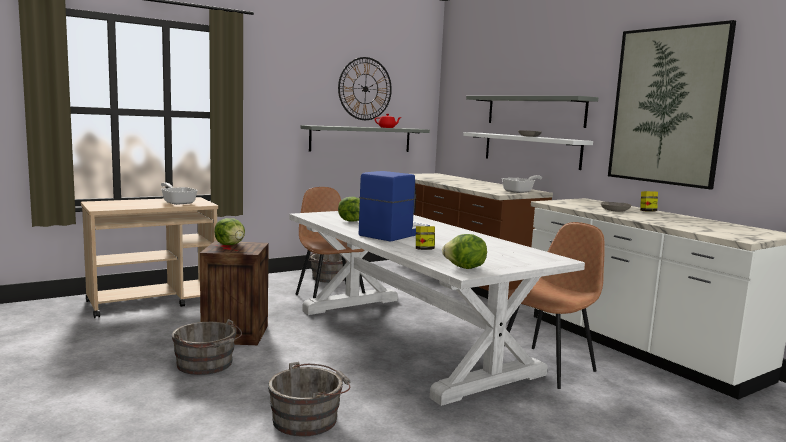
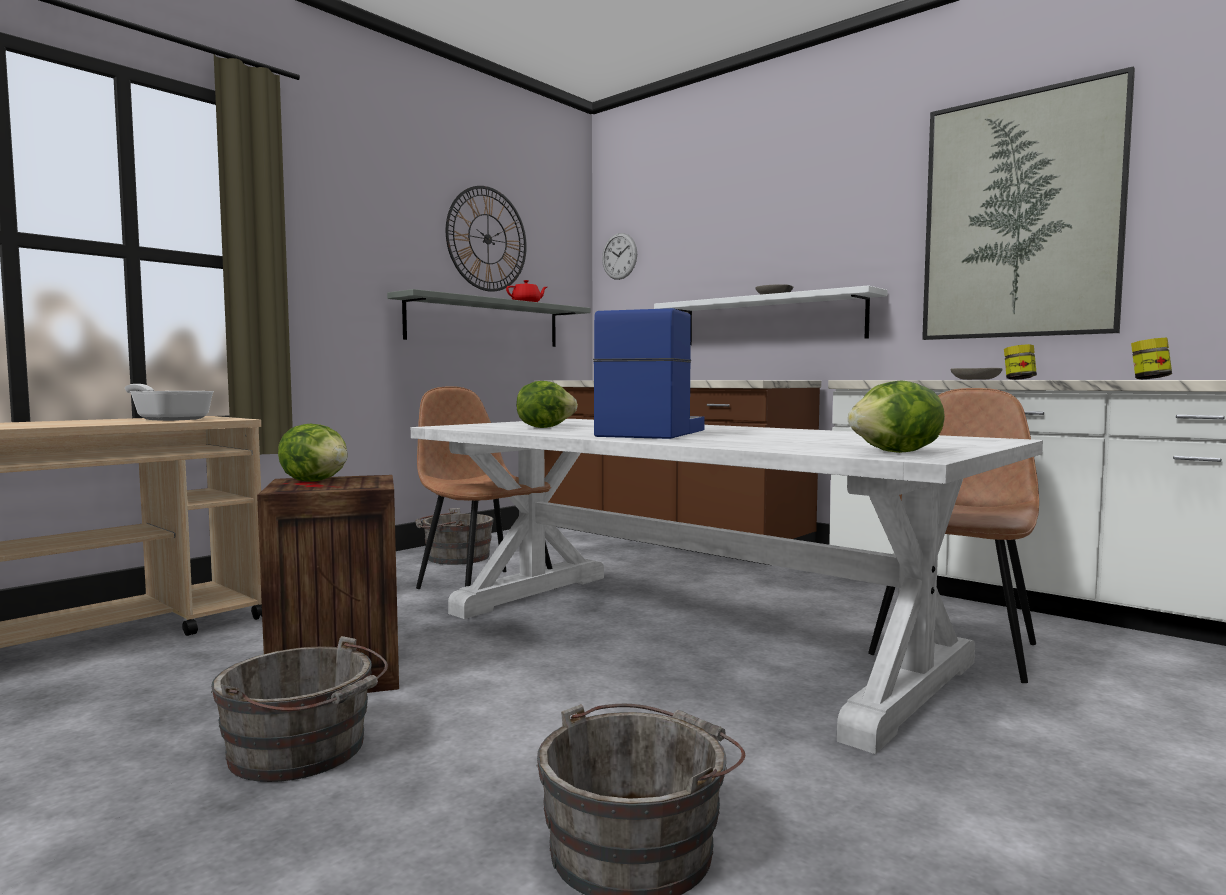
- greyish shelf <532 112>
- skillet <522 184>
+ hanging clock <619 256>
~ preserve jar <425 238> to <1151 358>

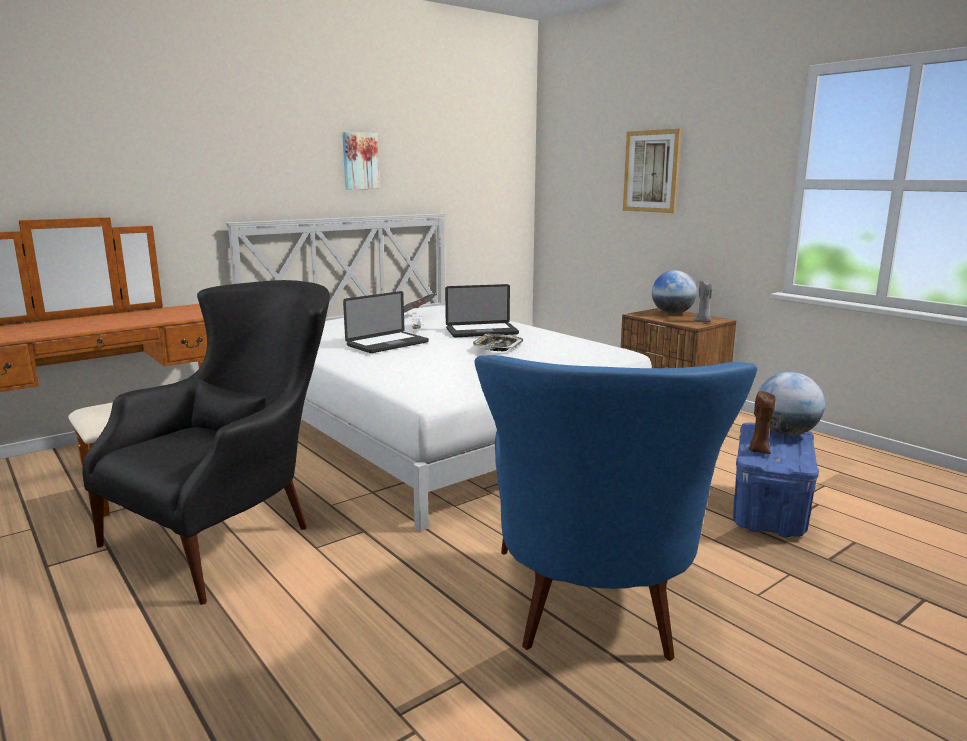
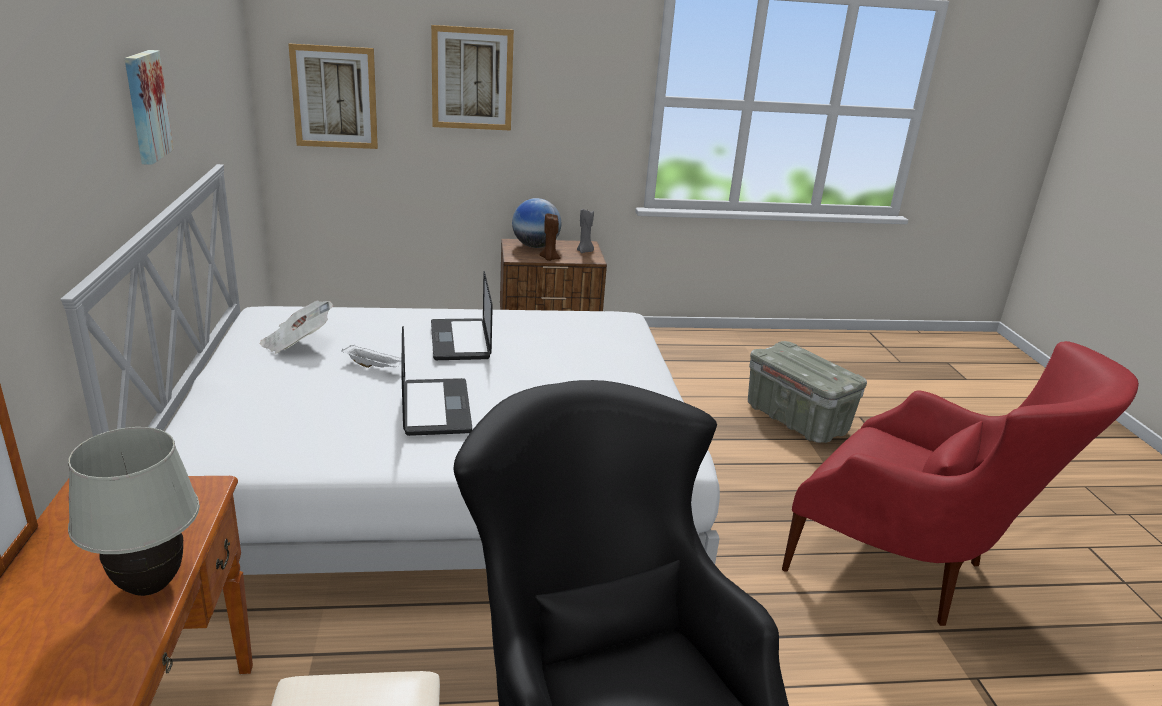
- tray <498 342>
- globe <791 403>
+ whitish lamp for a table <134 511>
+ picture <333 96>
~ brownish candle <762 422> to <550 237>
~ bluish armchair <615 508> to red armchair <960 483>
~ bluish storage container <776 480> to greyish storage container <807 392>
~ notebook computer <482 310> = <462 315> 150 degrees clockwise

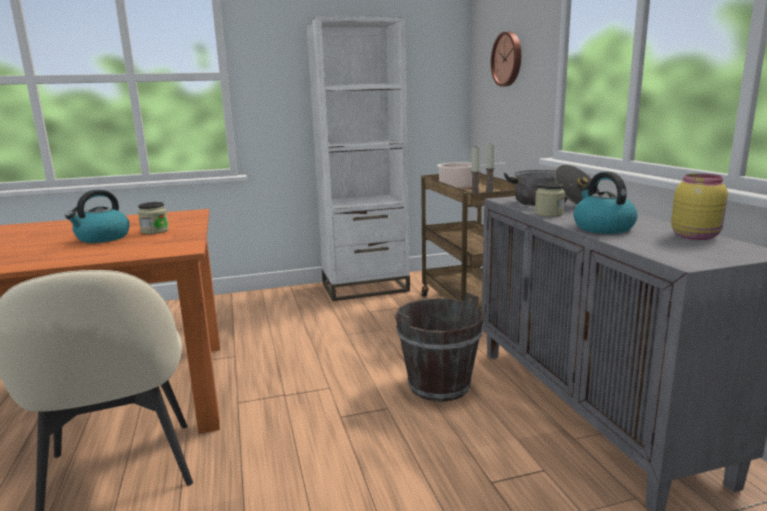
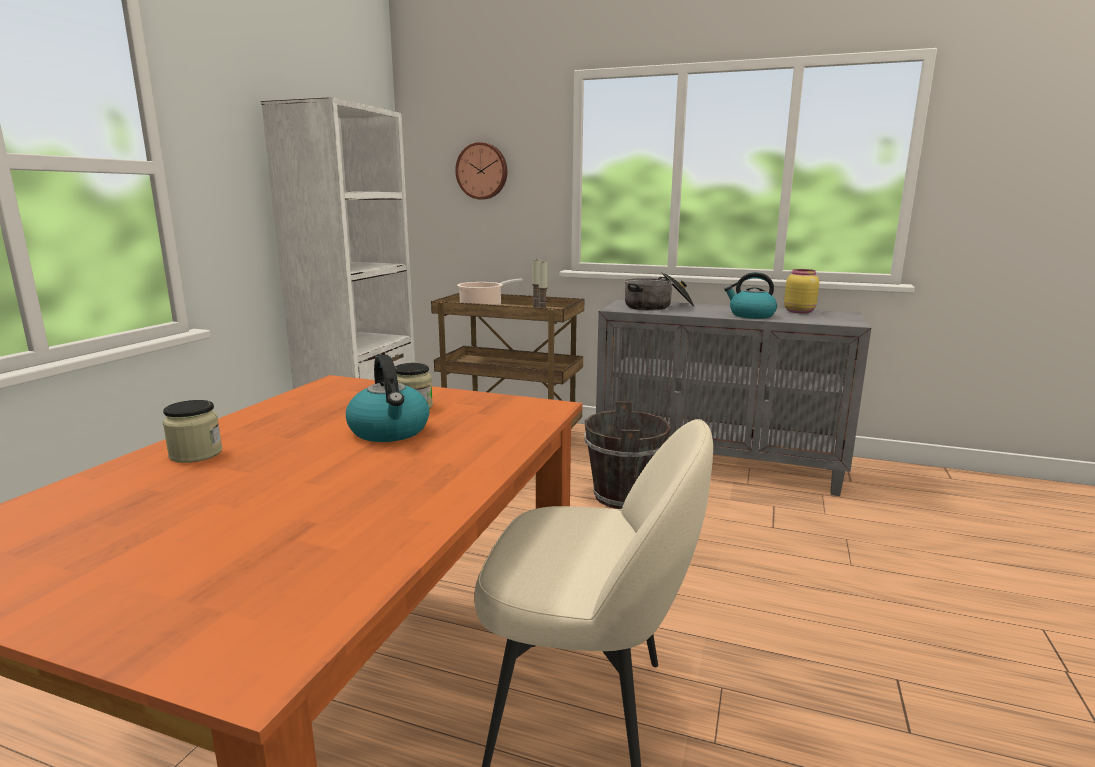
~ preserve jar <550 200> to <192 431>

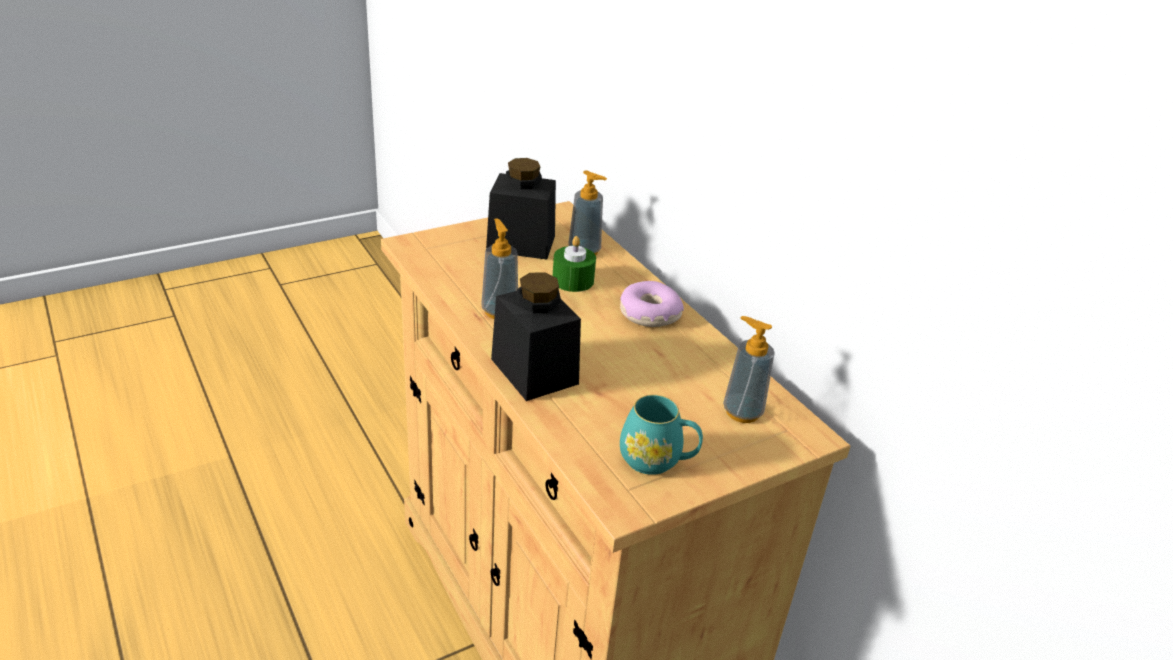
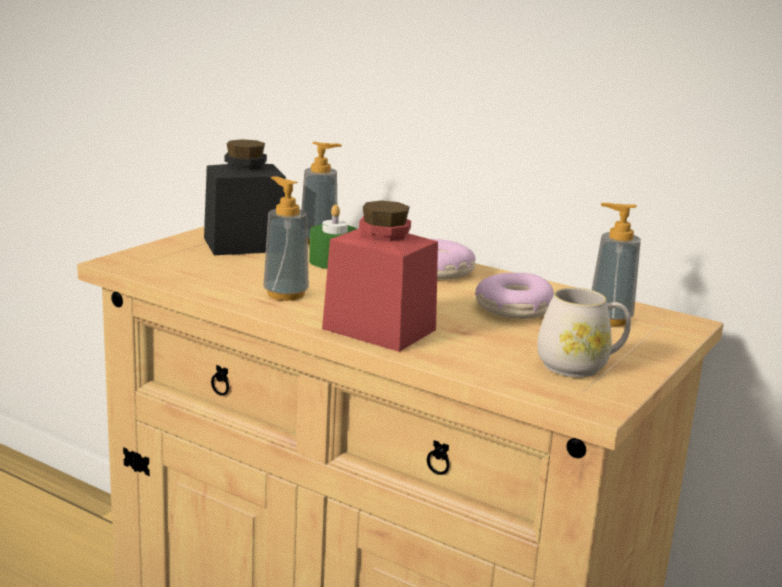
+ doughnut <514 296>
~ black-coloured preserve jar <536 336> to red preserve jar <380 276>
~ turquoise coffee mug <661 435> to whitish coffee mug <584 332>

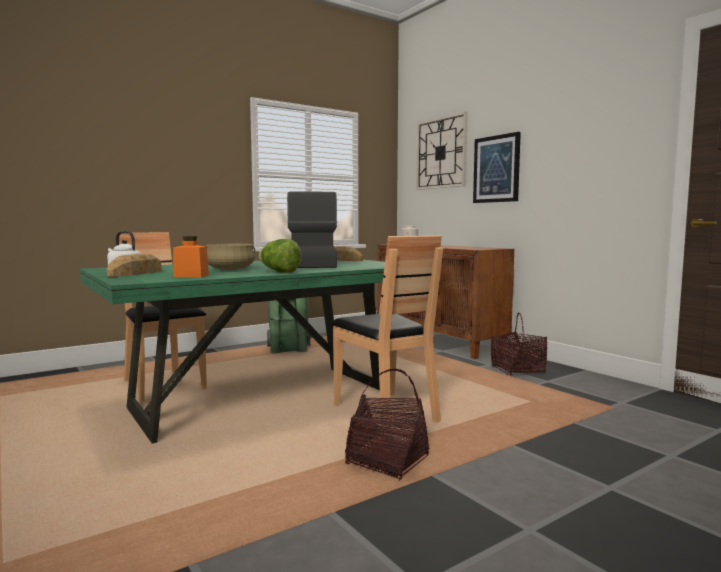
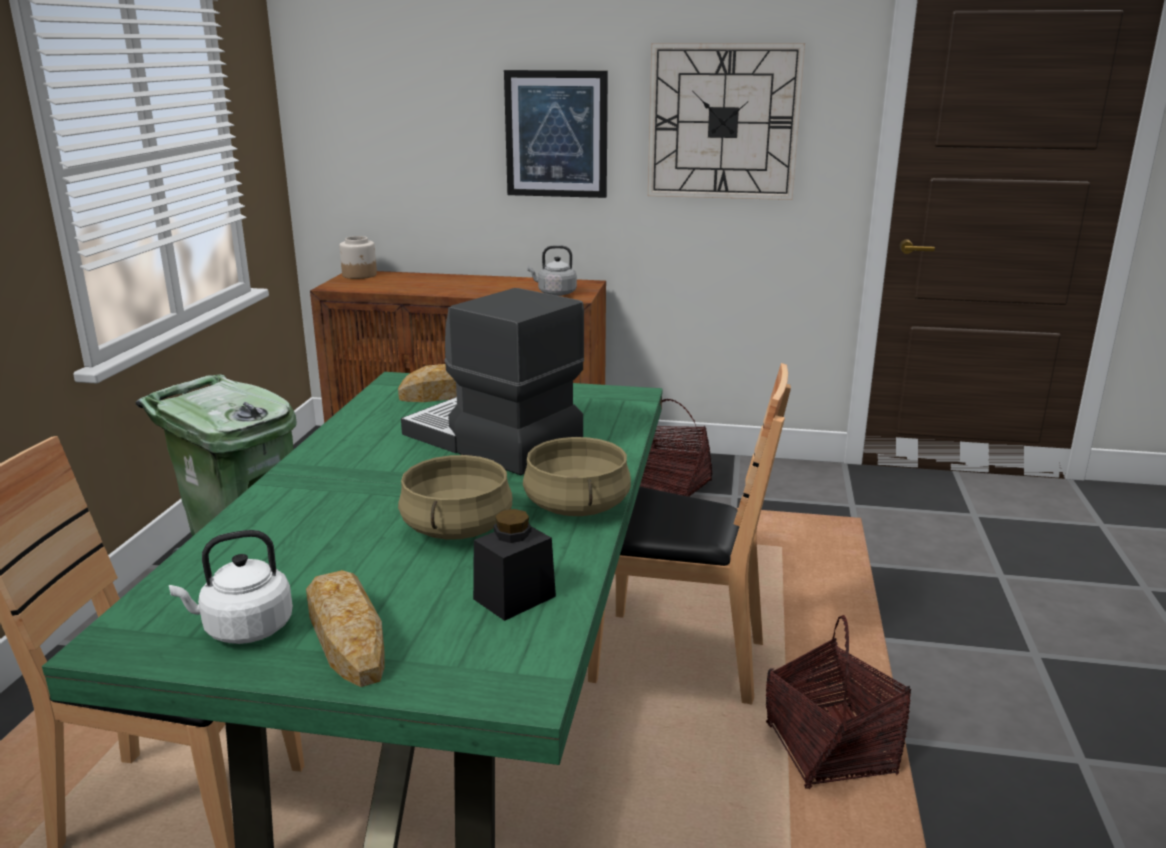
+ greyish kettle <552 270>
~ hanging clock <442 151> to <726 121>
~ head of lettuce <280 256> to beige cooking pot <577 476>
~ orange preserve jar <191 256> to black-coloured preserve jar <514 565>

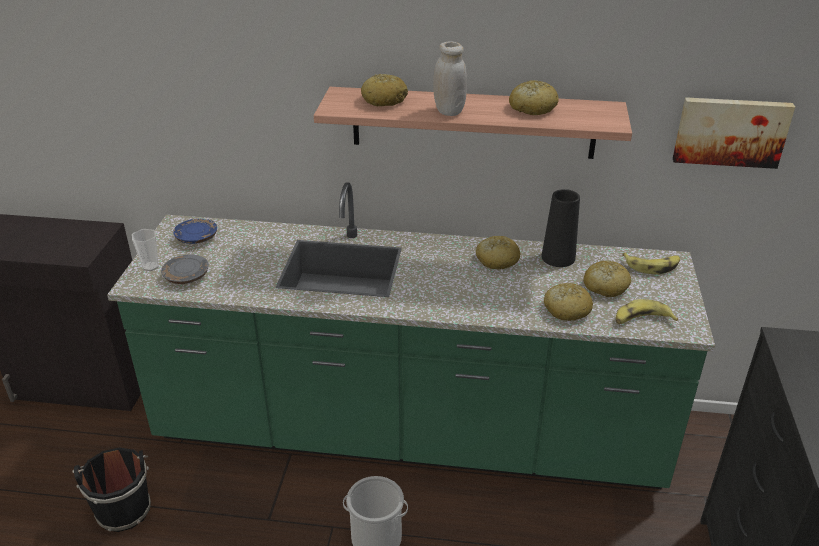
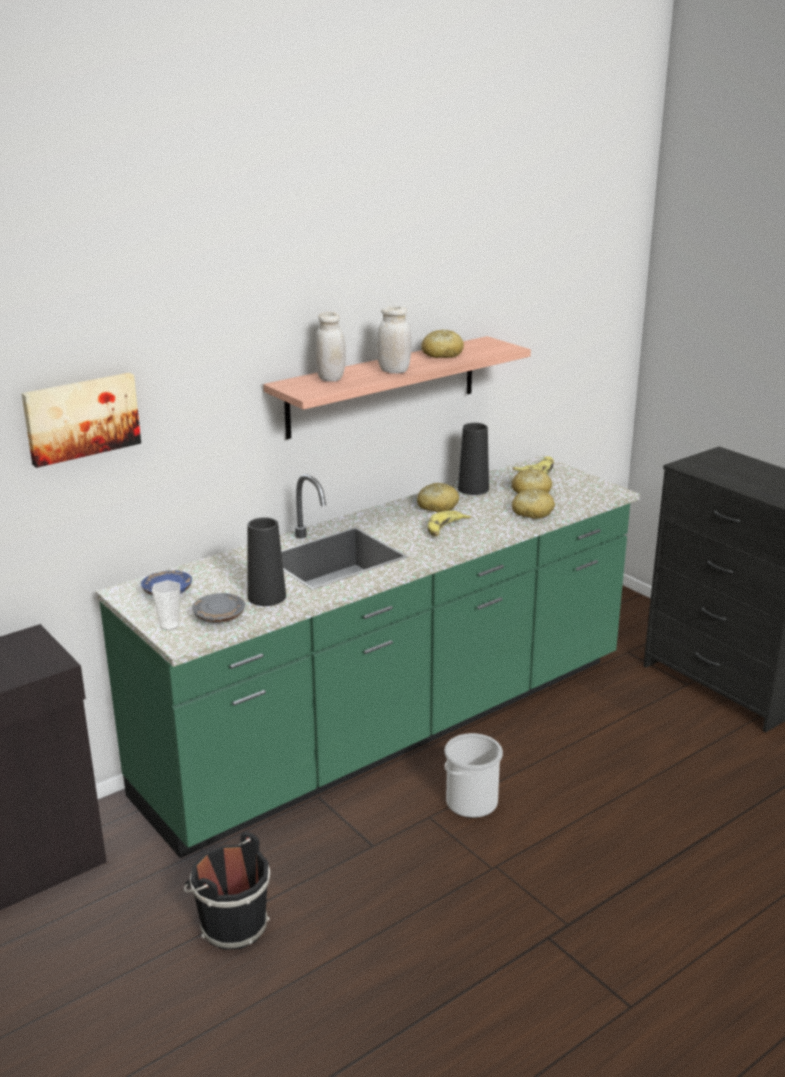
+ black-coloured vase <266 561>
~ banana <647 311> to <449 523>
~ picture <734 133> to <81 420>
~ bread <384 90> to whitish preserve jar <331 347>

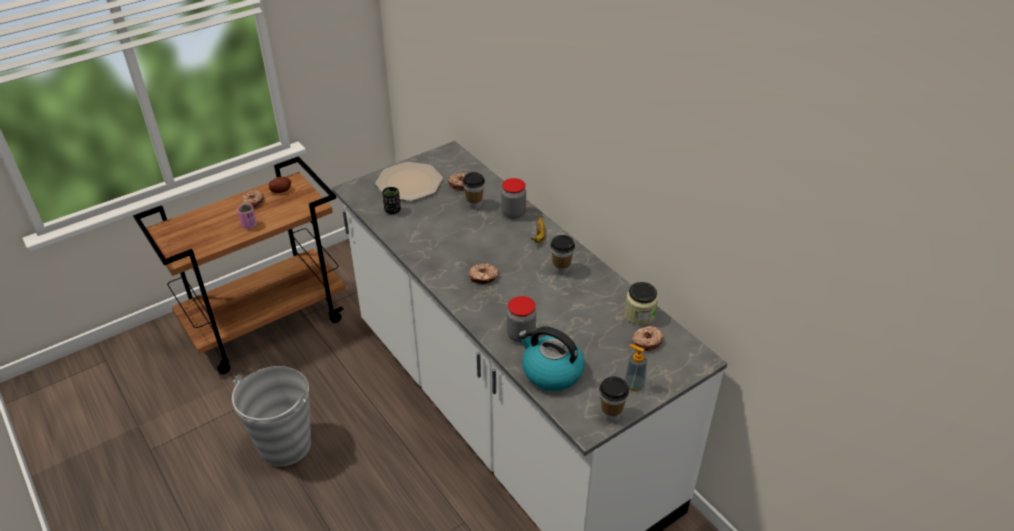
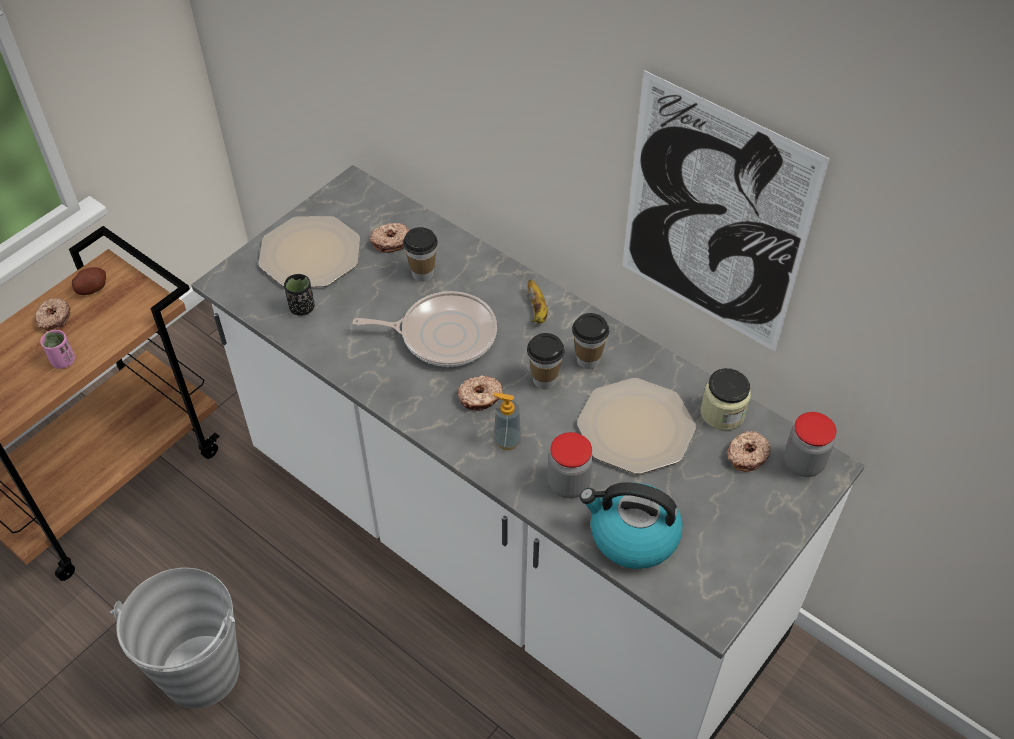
+ skillet <425 329>
+ dinner plate <636 426>
+ picture <726 211>
~ preserve jar <513 198> to <810 444>
~ small cup <614 399> to <546 361>
~ liquid soap bottle <636 367> to <507 421>

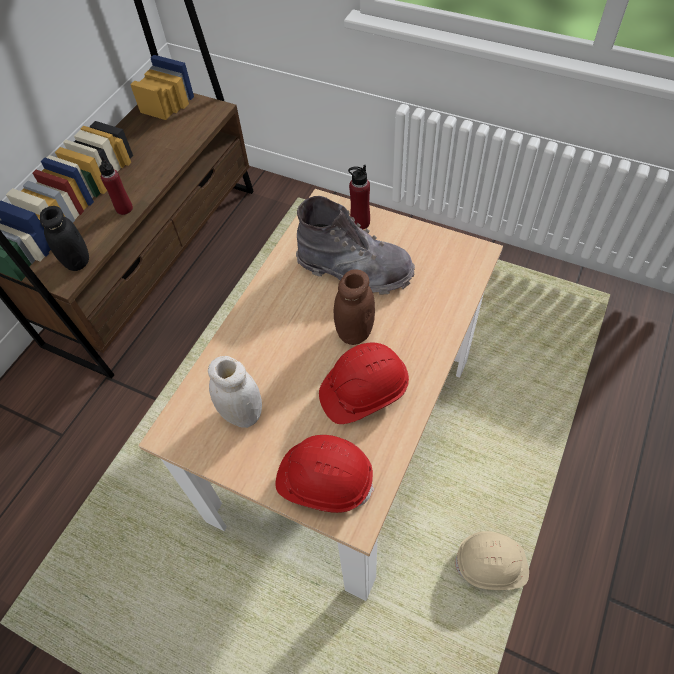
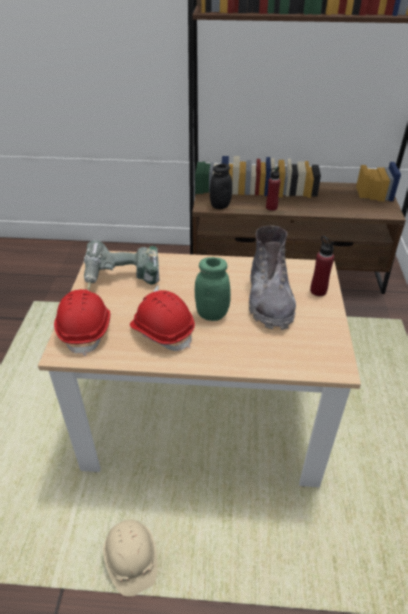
~ whitish preserve jar <235 392> to drill <121 266>
~ brownish preserve jar <354 307> to green preserve jar <213 289>

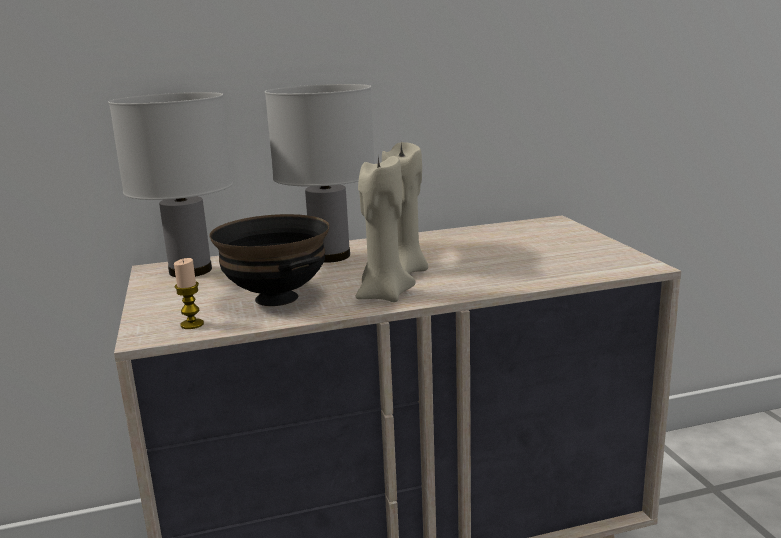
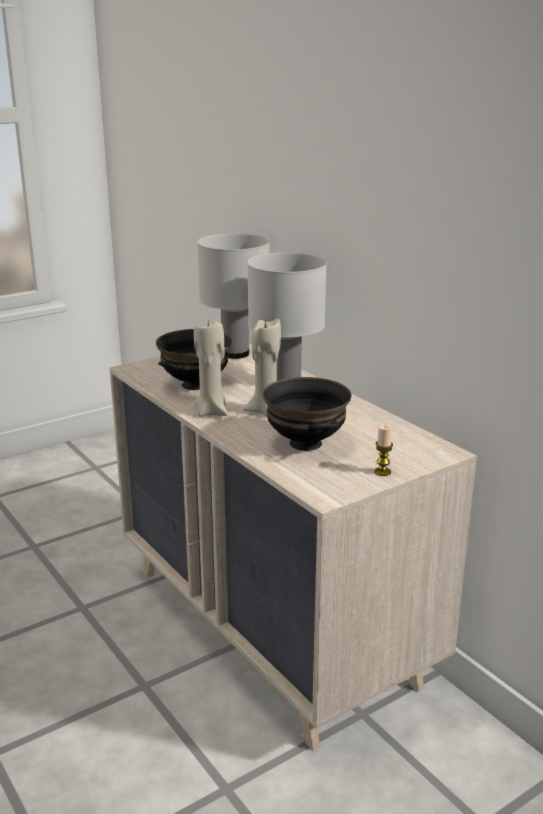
+ black-coloured deep dish <306 414>
~ candle <189 293> to <383 450>

